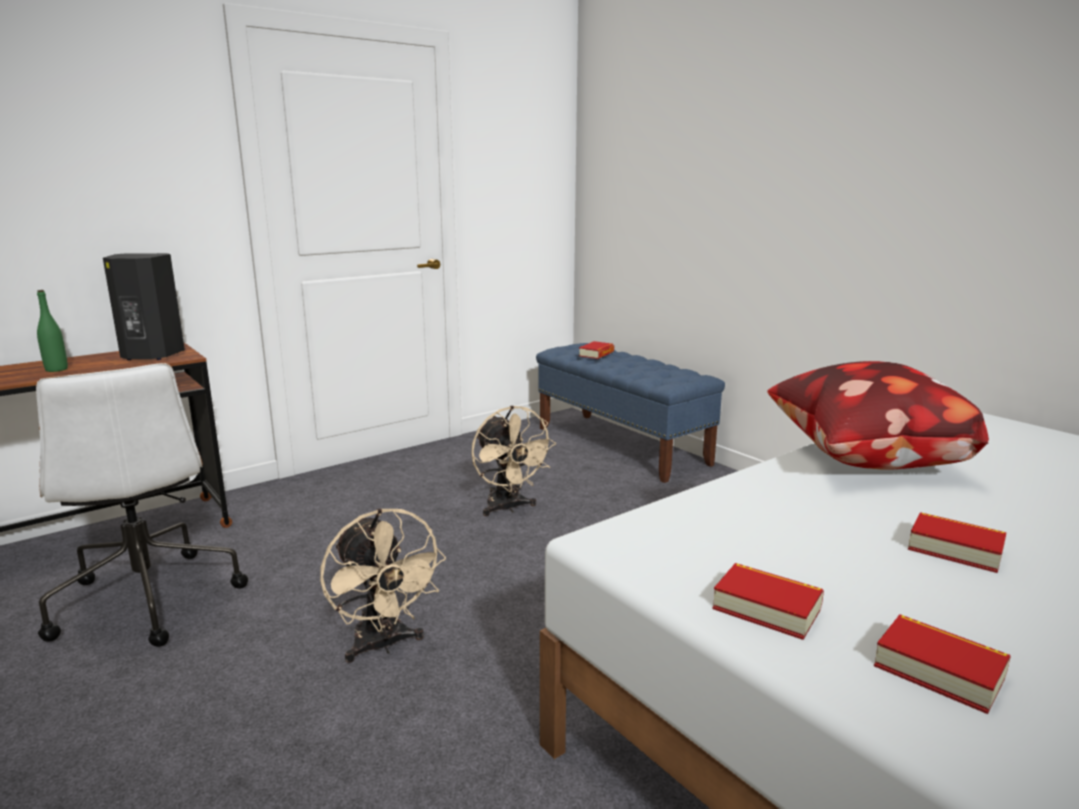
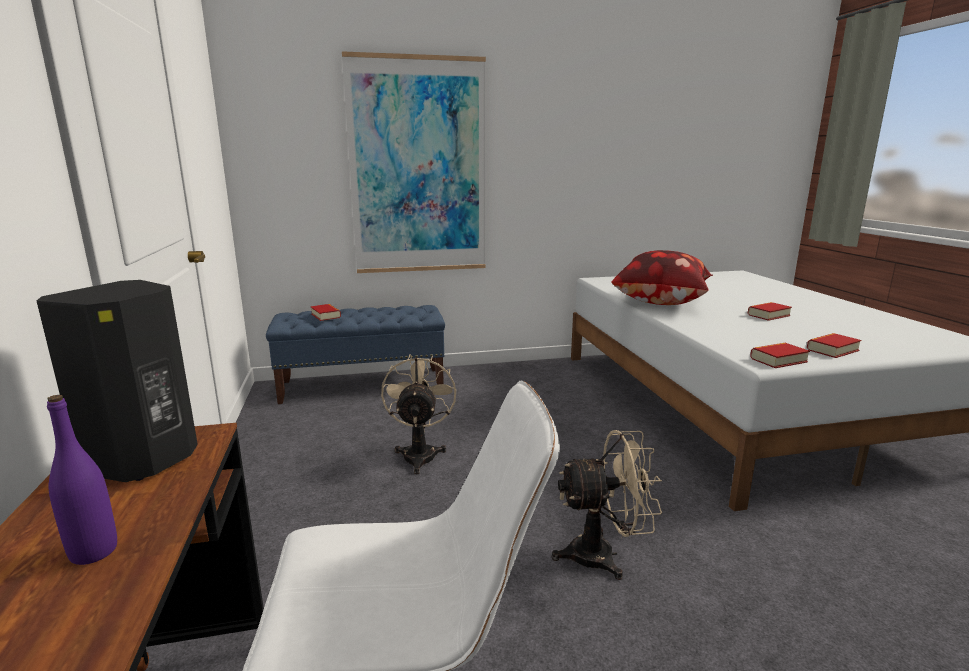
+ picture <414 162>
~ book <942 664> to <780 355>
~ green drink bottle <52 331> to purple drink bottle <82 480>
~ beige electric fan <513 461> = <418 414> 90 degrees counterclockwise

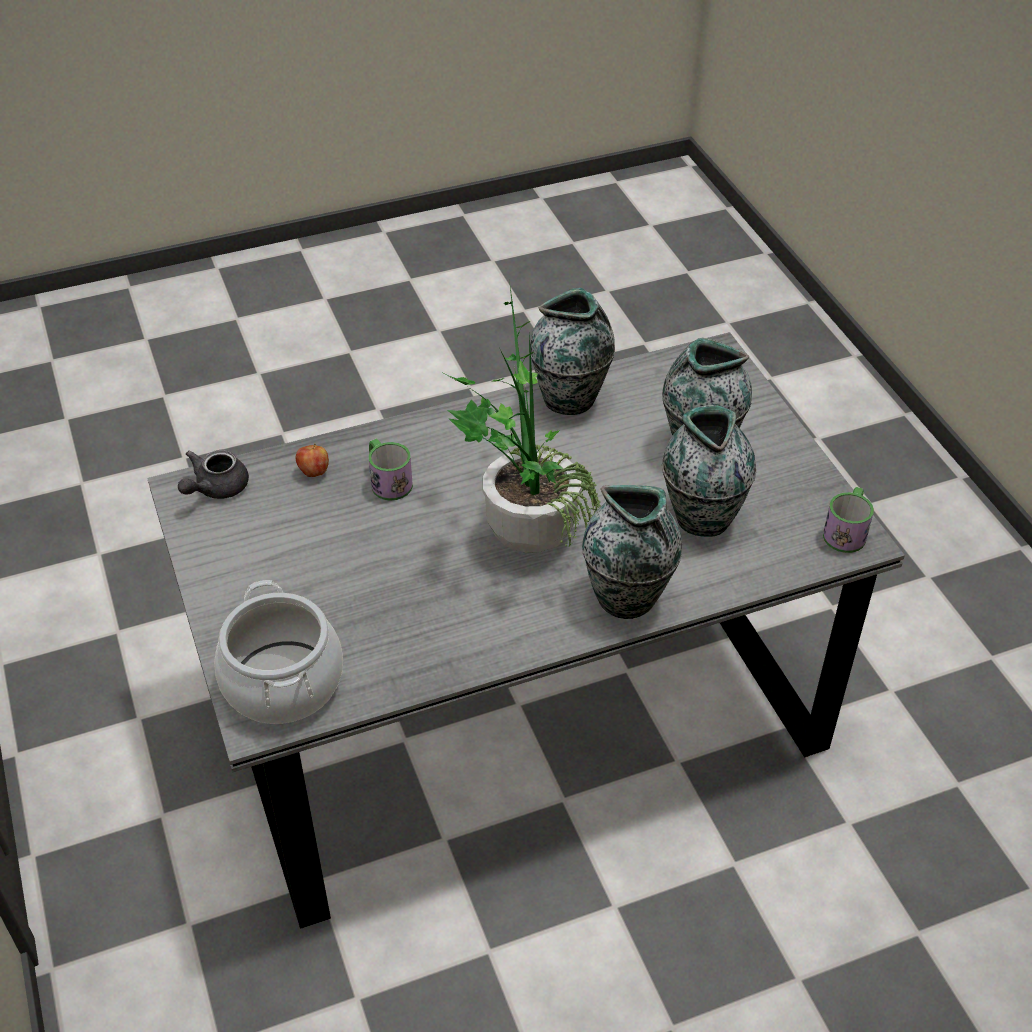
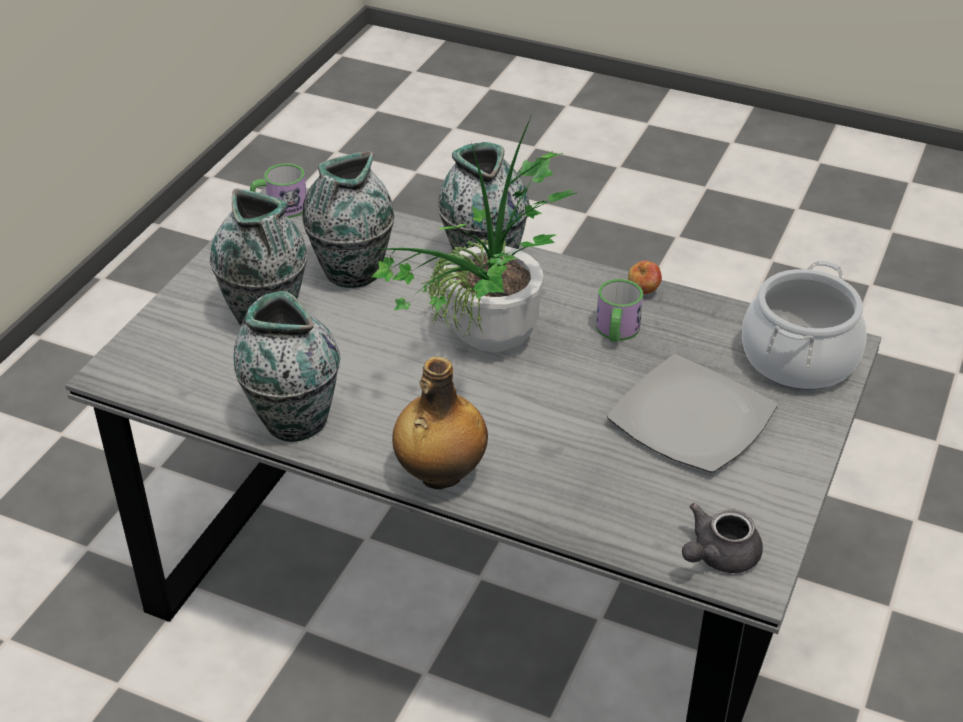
+ drink bottle <440 423>
+ dinner plate <692 413>
~ apple fruit <312 460> to <645 277>
~ coffee mug <391 470> to <619 311>
~ greyish pot for tea <213 474> = <722 538> 150 degrees clockwise

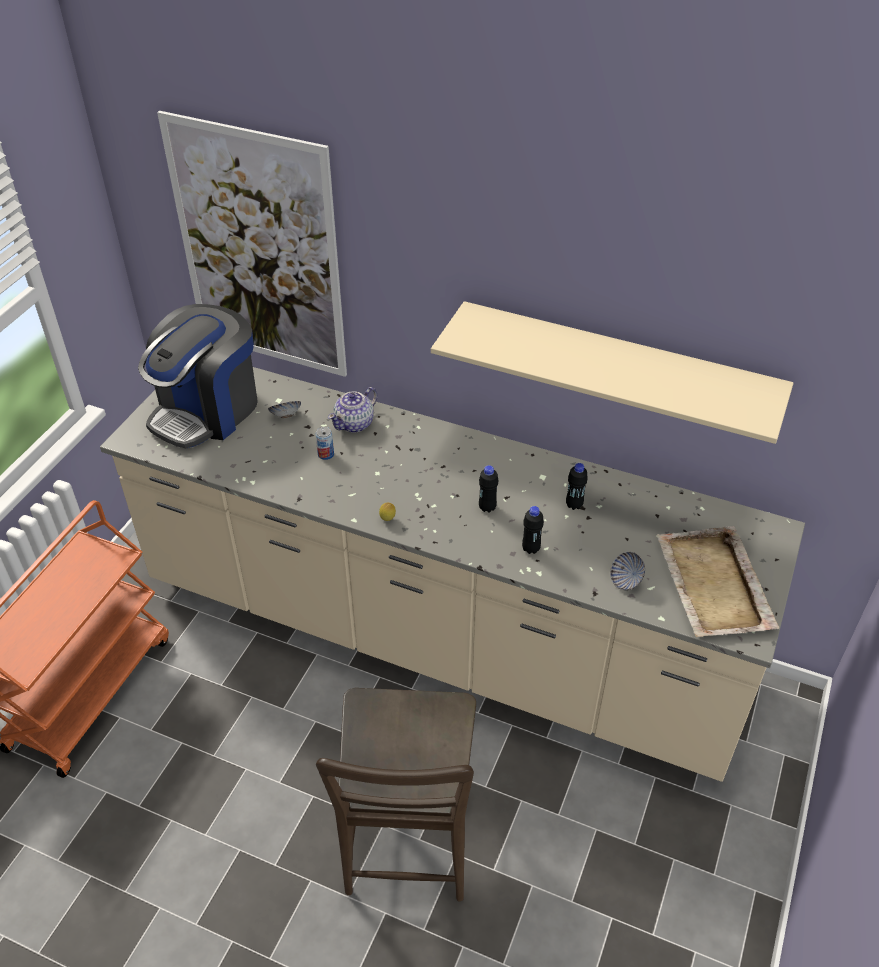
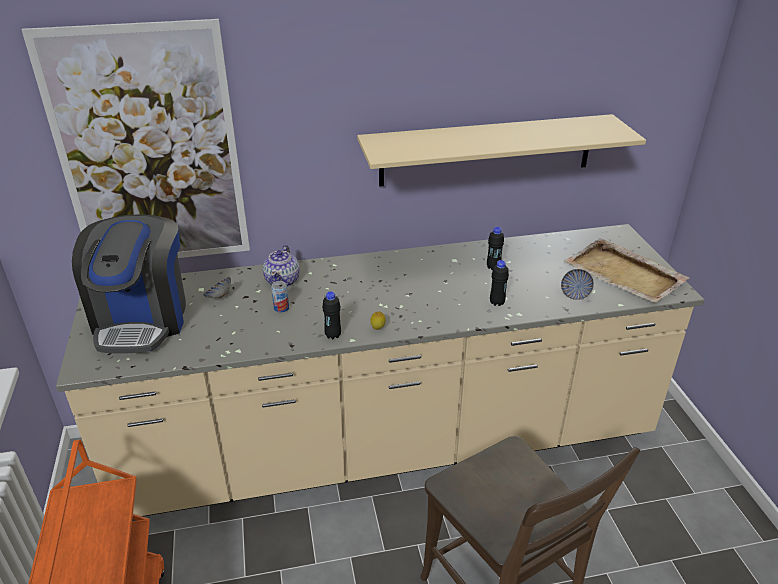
~ black-coloured drink bottle <488 489> to <331 315>

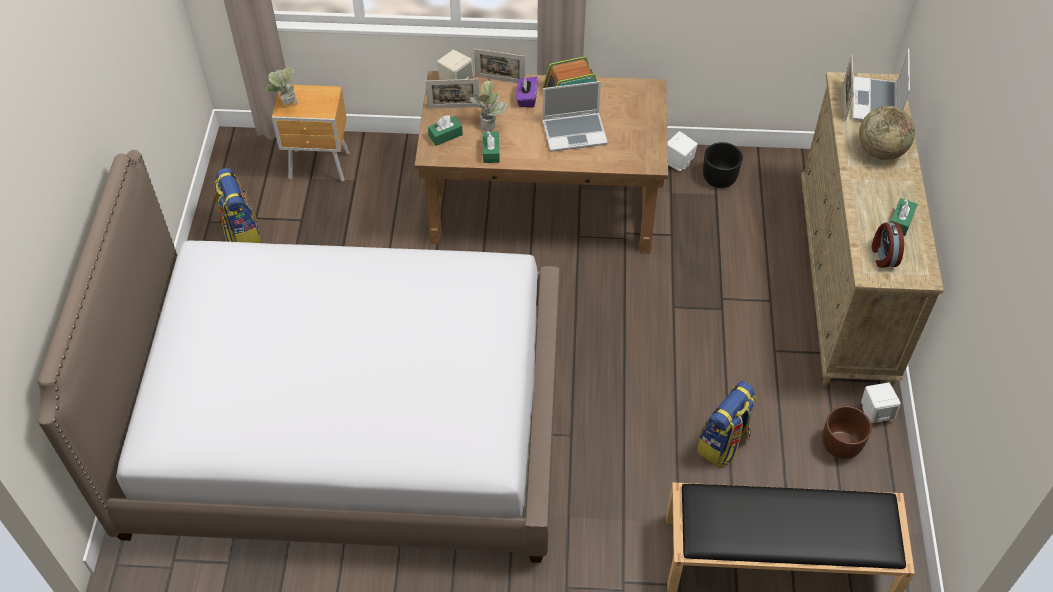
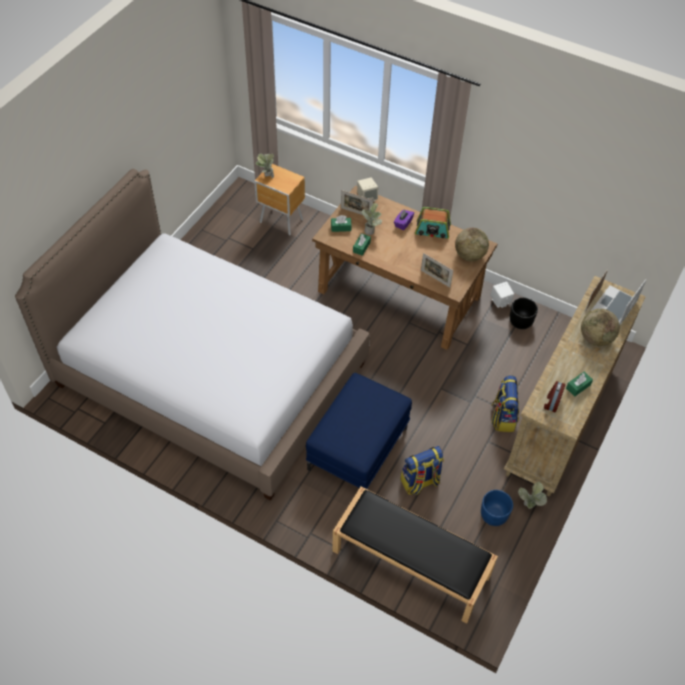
- notebook computer <575 116>
+ bluish pouffe <359 431>
+ globe <472 244>
~ rucksack <238 205> to <505 403>
~ standing frame <499 66> to <437 270>
~ whitish speaker <881 402> to potted plant <532 495>
~ brownish plant pot <847 432> to bluish plant pot <497 508>

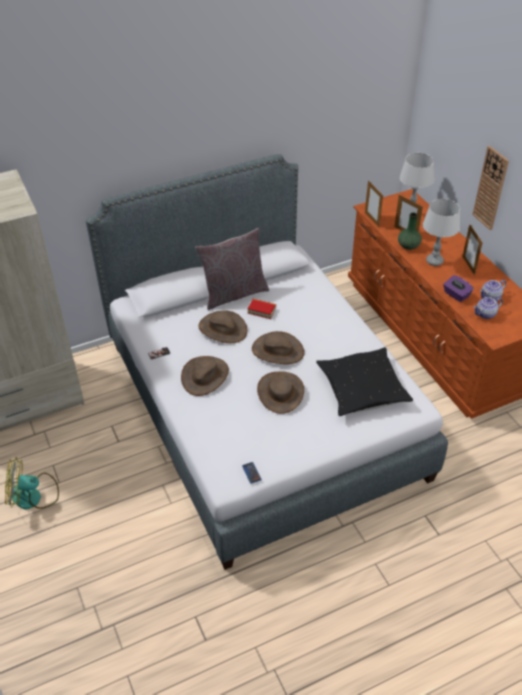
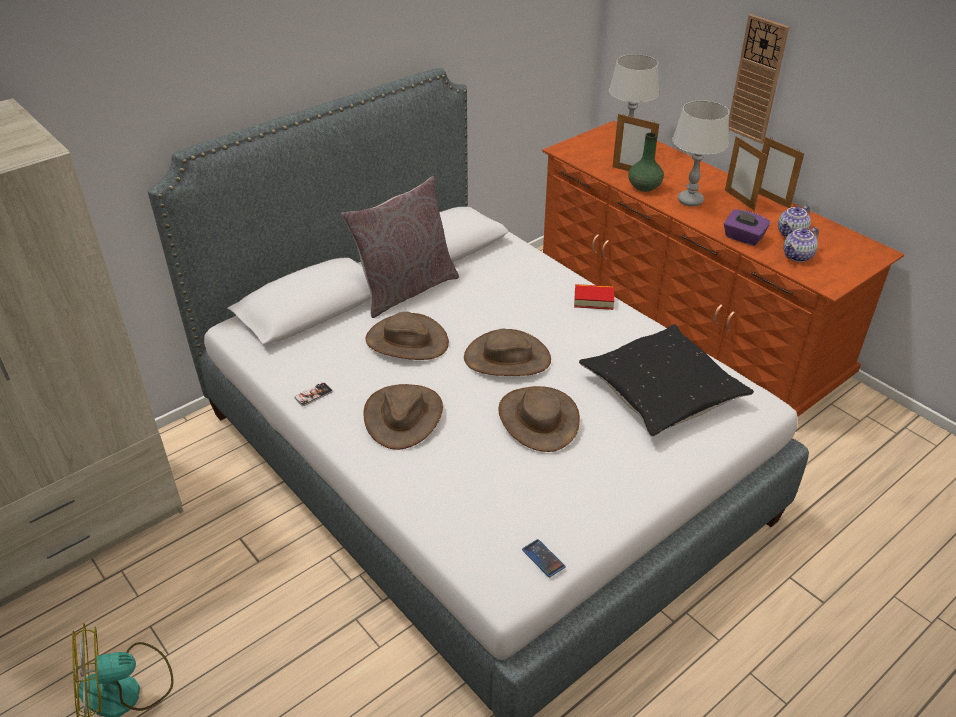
~ book <262 309> to <594 297>
~ standing frame <374 203> to <781 172>

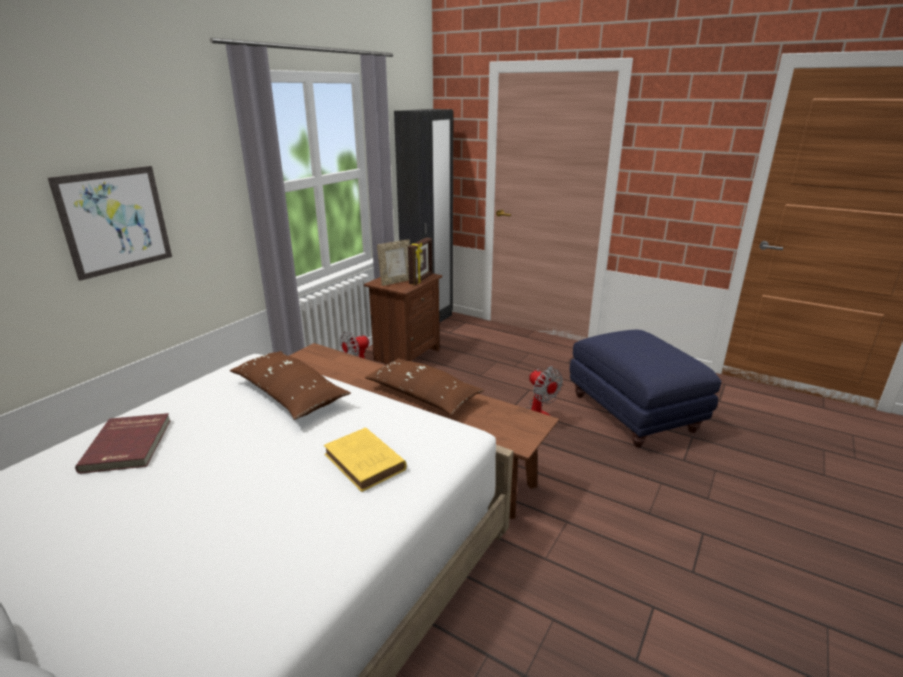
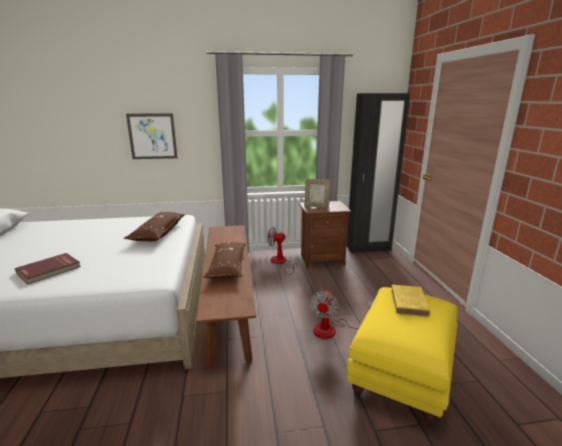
- standing frame <420 261>
~ red book <123 443> to <48 268>
~ yellow-coloured book <365 460> to <411 301>
~ bluish pouffe <645 388> to yellow-coloured pouffe <402 355>

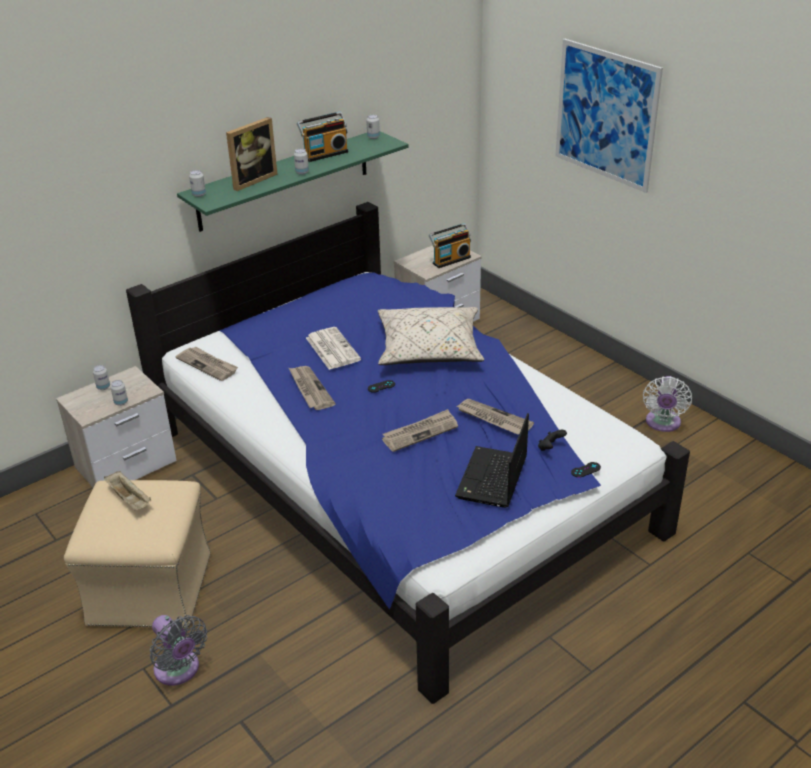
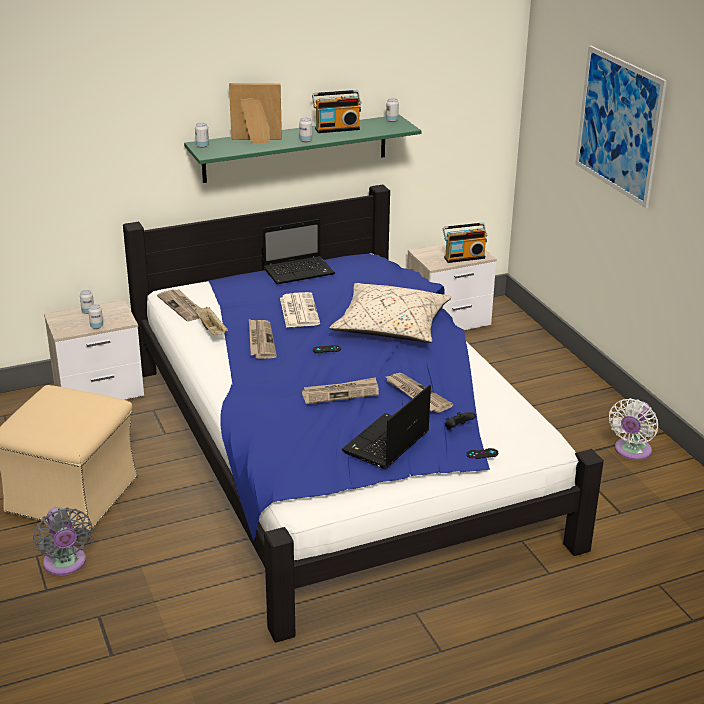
+ notebook computer <298 251>
~ beige tray <127 491> to <211 321>
~ standing frame <252 154> = <255 113> 150 degrees counterclockwise

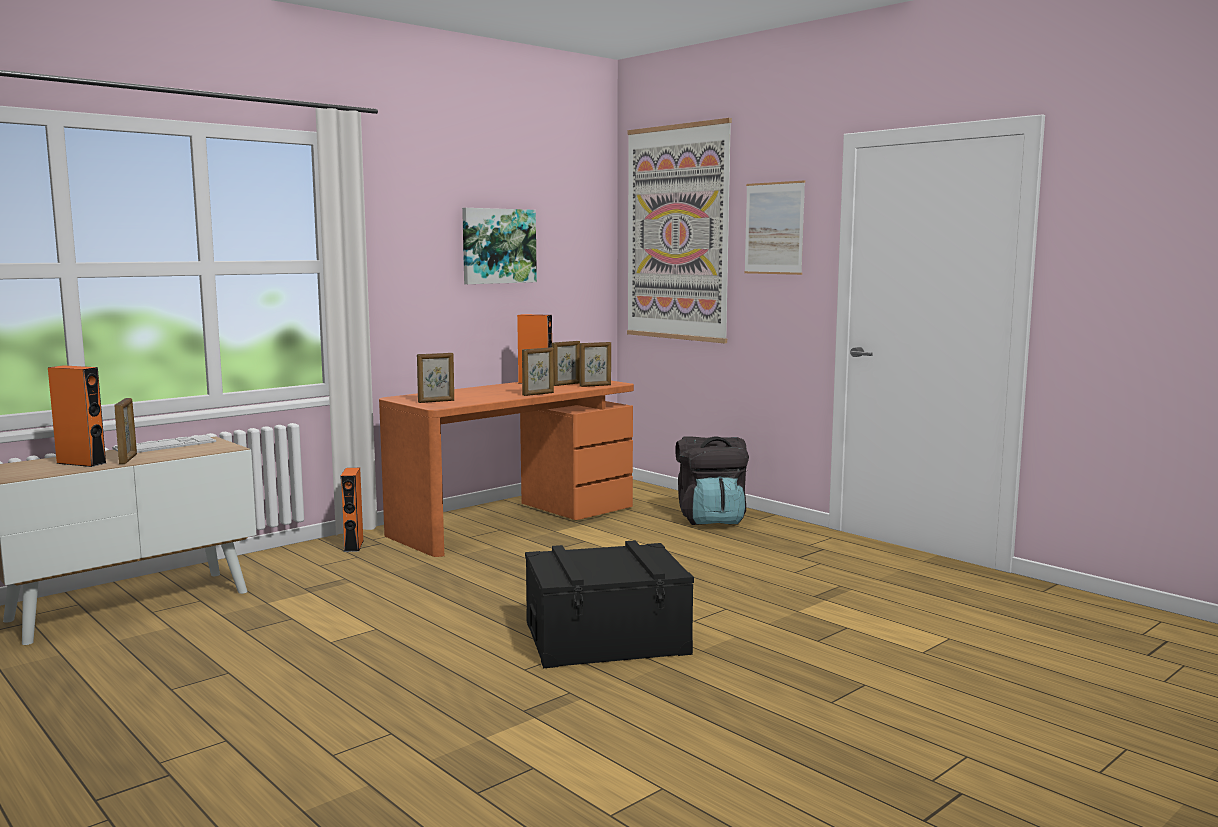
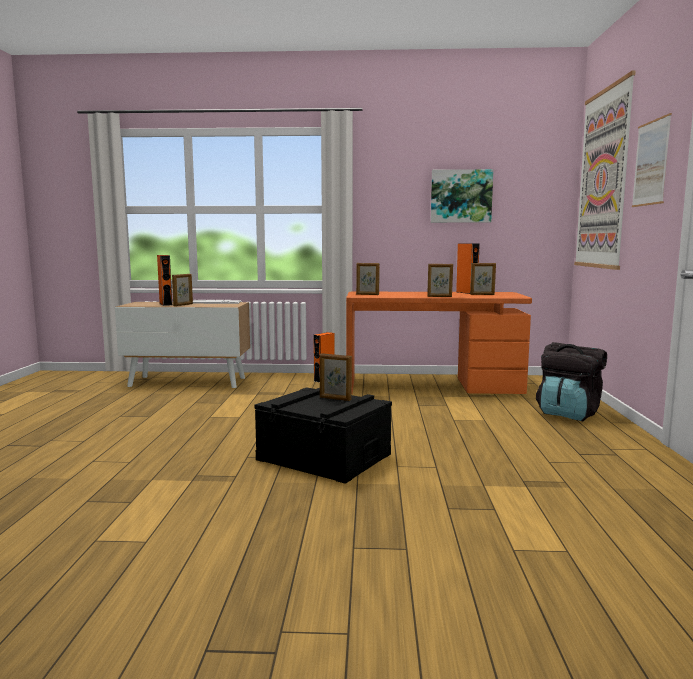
~ standing frame <595 364> to <336 377>

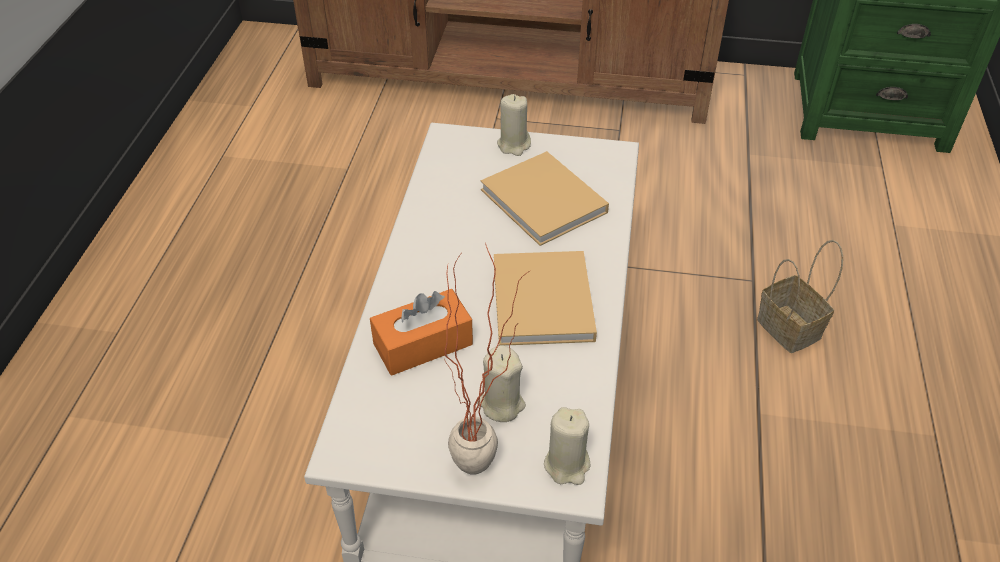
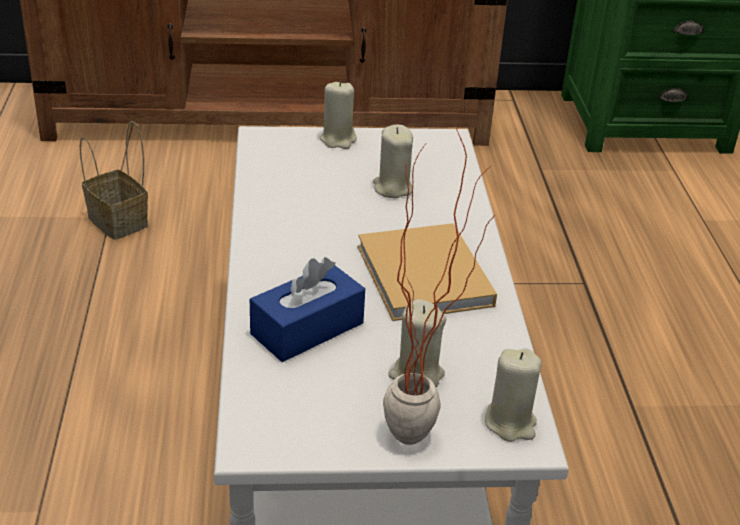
~ storage basket <800 296> to <114 180>
~ beige book <544 198> to beige candle <393 161>
~ orange box of tissues <421 332> to bluish box of tissues <307 309>

